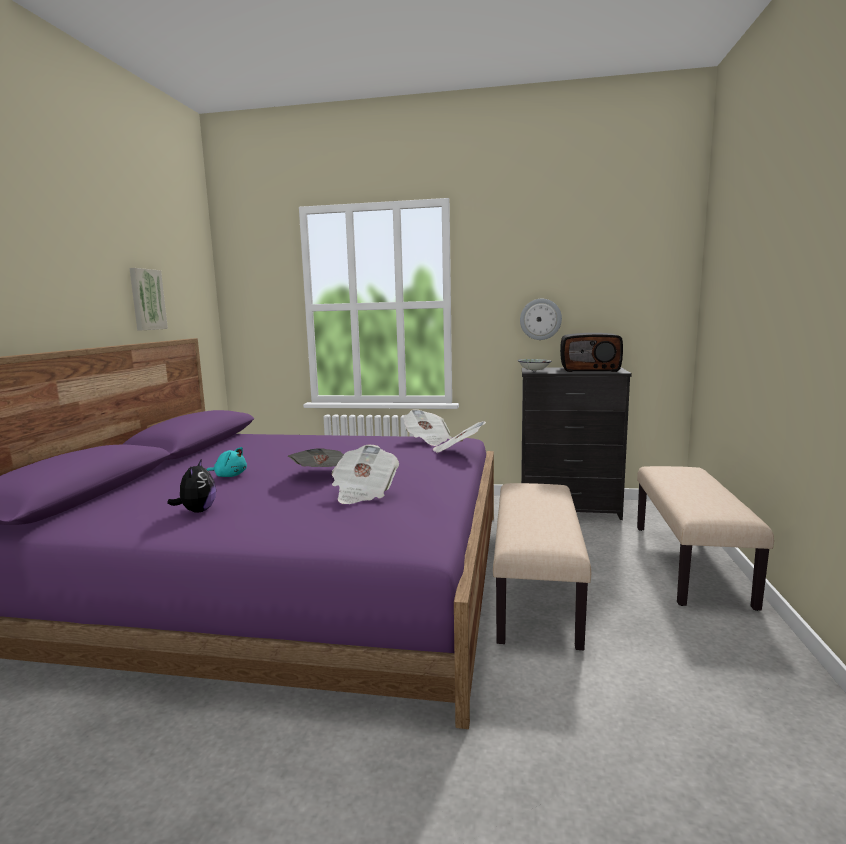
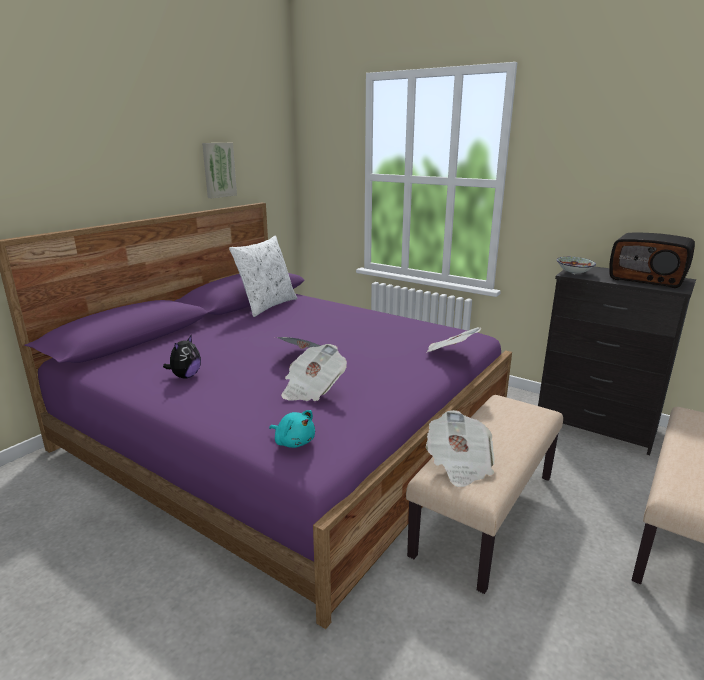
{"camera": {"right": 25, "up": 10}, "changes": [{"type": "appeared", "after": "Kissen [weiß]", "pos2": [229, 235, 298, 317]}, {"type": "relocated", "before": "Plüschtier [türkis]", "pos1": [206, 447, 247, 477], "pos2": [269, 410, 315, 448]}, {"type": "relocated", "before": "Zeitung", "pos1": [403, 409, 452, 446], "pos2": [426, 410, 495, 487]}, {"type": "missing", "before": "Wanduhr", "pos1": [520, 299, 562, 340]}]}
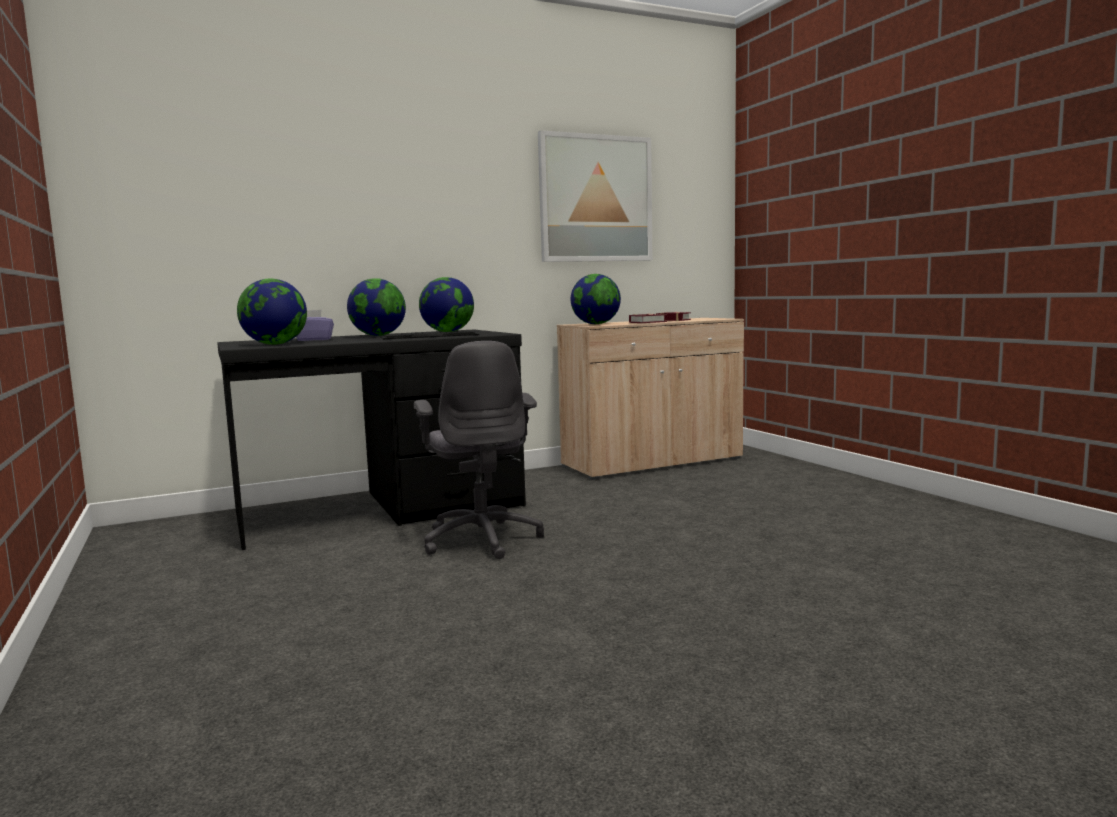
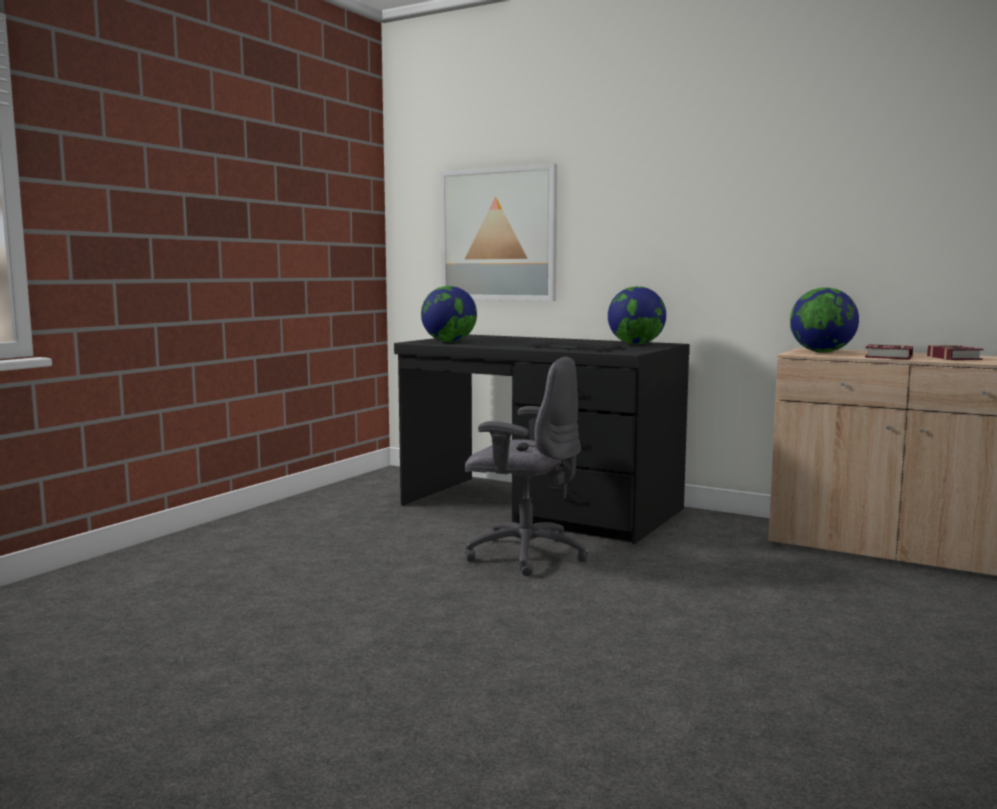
{"camera": {"right": 55, "up": 0}, "changes": [{"type": "relocated", "before": "Bild", "pos1": [538, 130, 652, 262], "pos2": [440, 163, 557, 301]}, {"type": "spun", "before": "Bürostuhl [grau]", "pos1": [414, 341, 544, 559], "pos2": [465, 357, 588, 576], "turn": -105}, {"type": "missing", "before": "Taschentuchbox [lila]", "pos1": [296, 310, 334, 341]}, {"type": "missing", "before": "Globus", "pos1": [347, 278, 406, 336]}]}
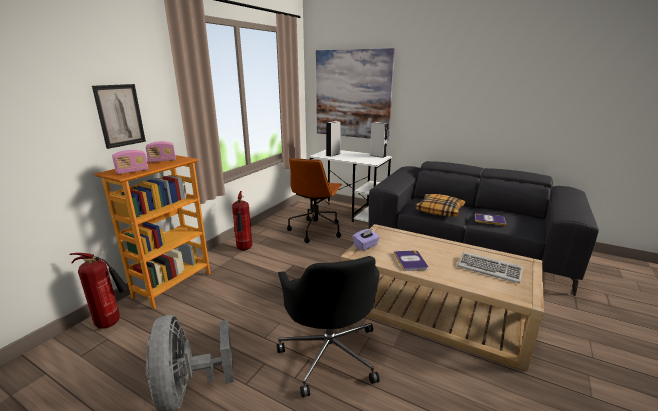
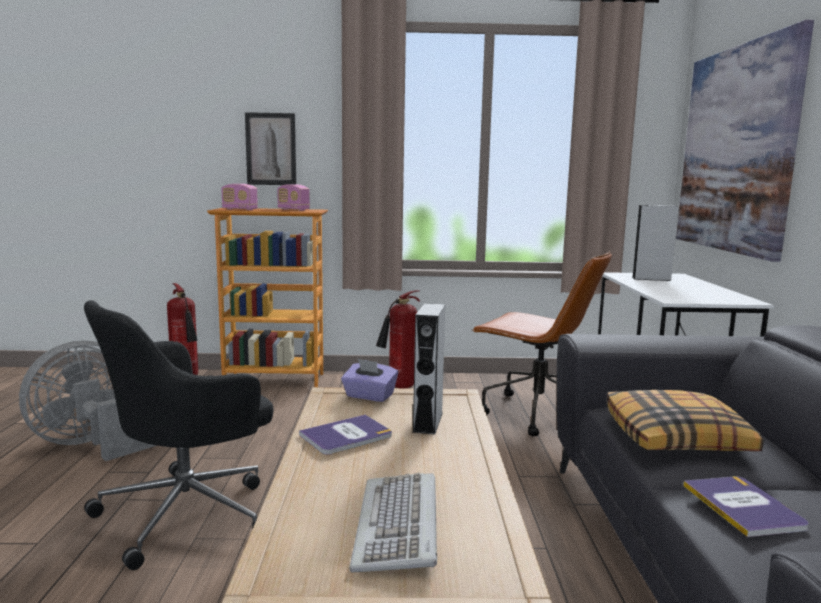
{"camera": {"right": 60, "up": -10}, "changes": [{"type": "relocated", "before": "Lautsprecher [grau]", "pos1": [370, 122, 388, 158], "pos2": [413, 303, 445, 434]}, {"type": "spun", "before": "Bürostuhl [braun]", "pos1": [287, 158, 342, 243], "pos2": [472, 251, 612, 437], "turn": -135}]}
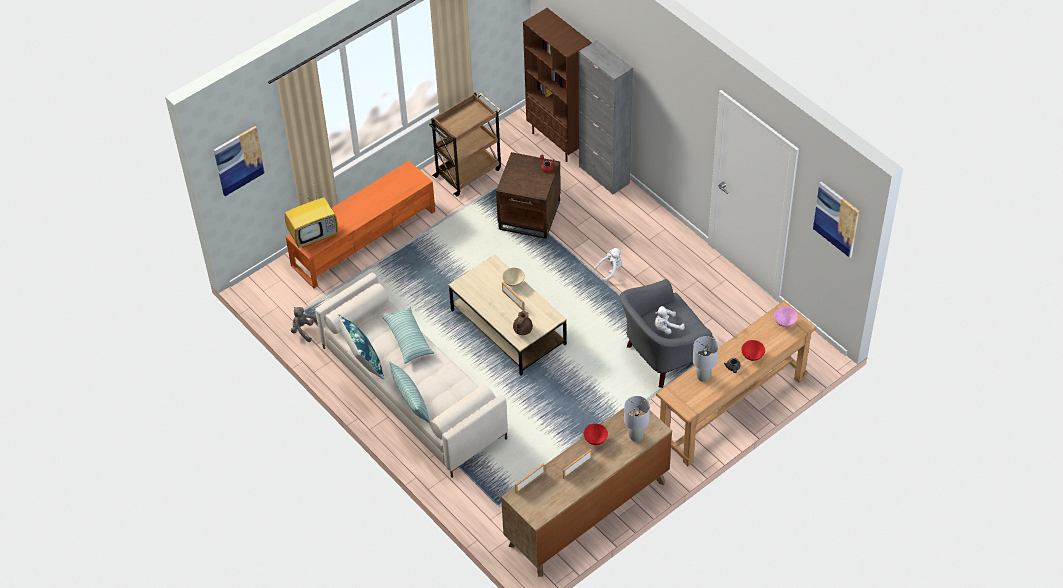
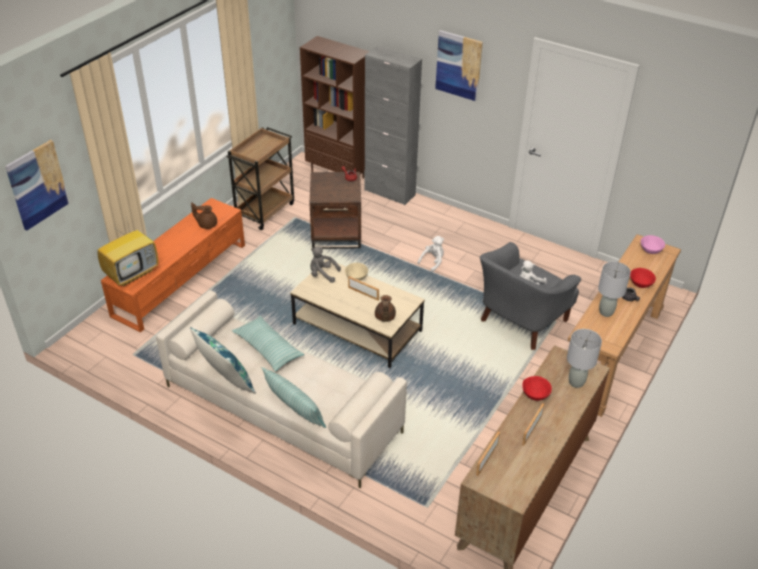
{"camera": {"right": -20, "up": -10}, "changes": [{"type": "appeared", "after": "Teekanne [braun]", "pos2": [191, 202, 217, 229]}, {"type": "relocated", "before": "Plüschtier [grau]", "pos1": [291, 307, 318, 342], "pos2": [310, 247, 341, 283]}, {"type": "relocated", "before": "Bild", "pos1": [813, 182, 859, 258], "pos2": [435, 30, 483, 101]}]}
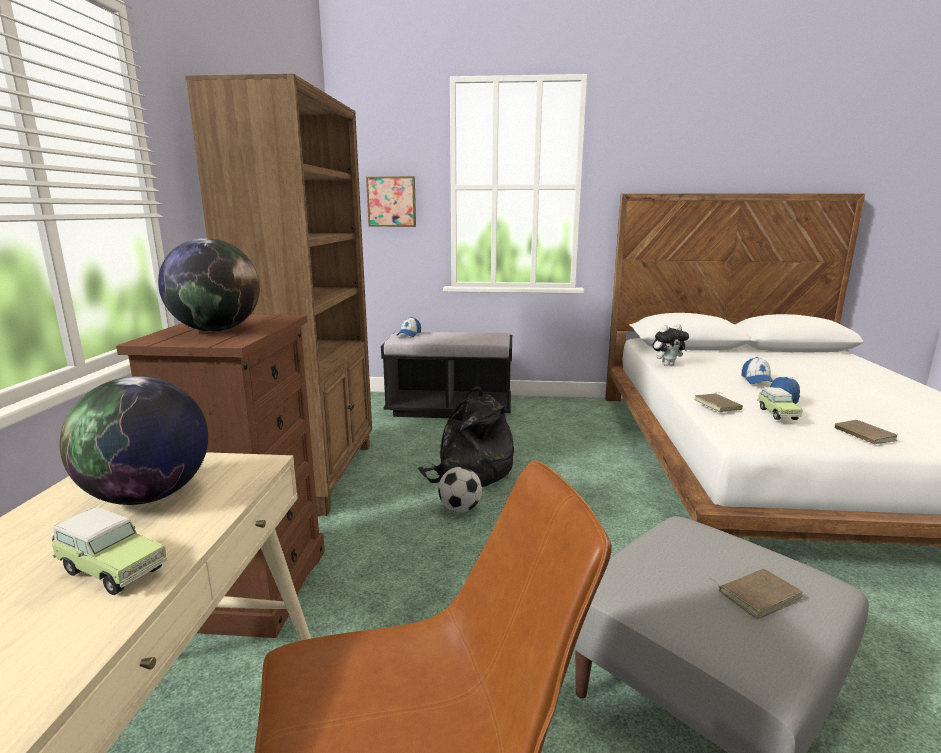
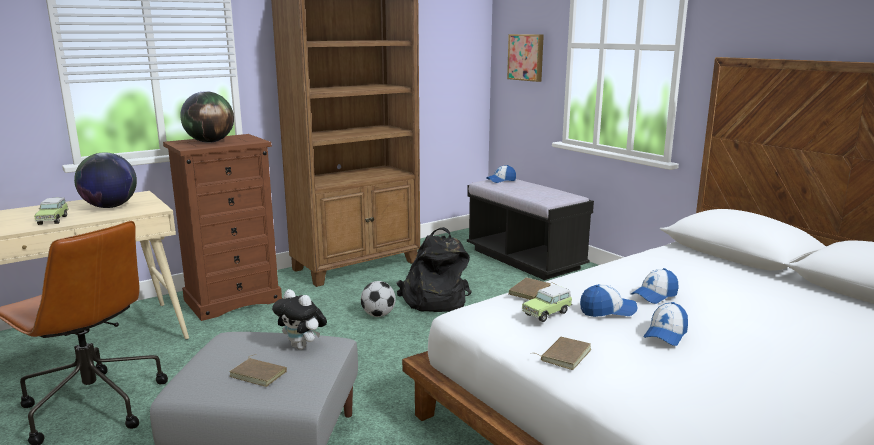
{"camera": {"right": 50, "up": 0}, "changes": [{"type": "relocated", "before": "Plüschtier", "pos1": [653, 324, 689, 366], "pos2": [272, 289, 327, 350]}, {"type": "appeared", "after": "Kappe", "pos2": [643, 302, 688, 346]}]}
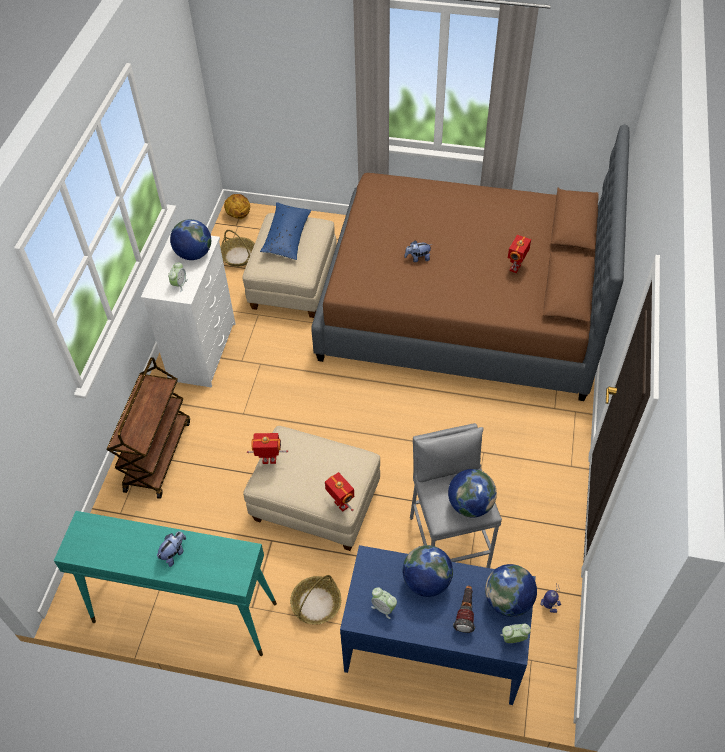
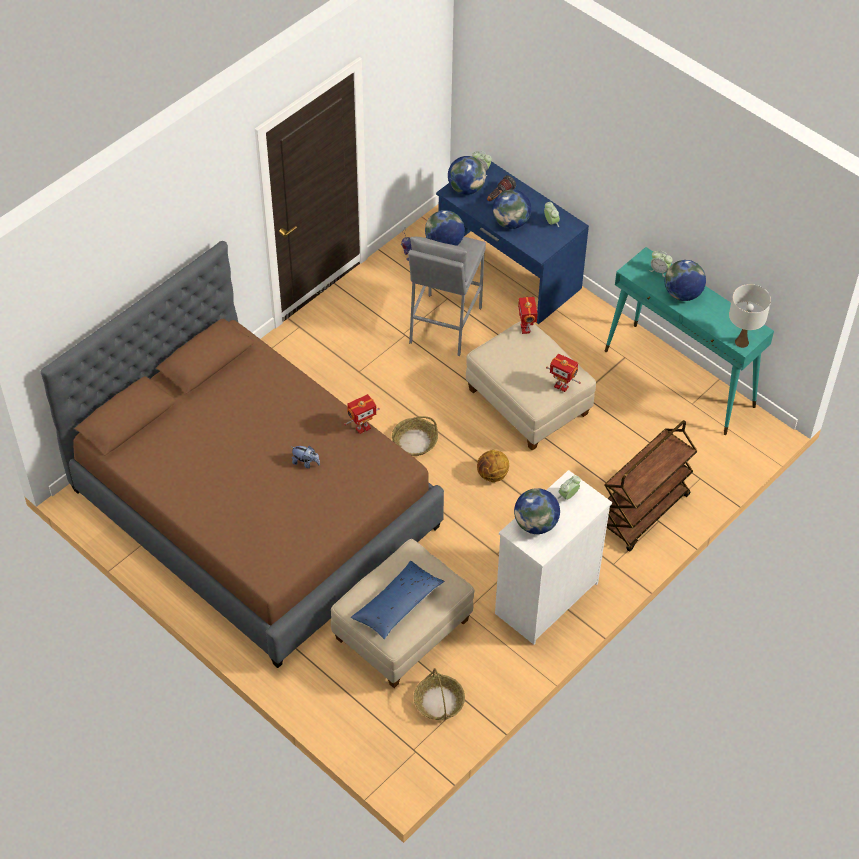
{"camera": {"right": -150, "up": 0}, "changes": [{"type": "relocated", "before": "Spielzeugroboter", "pos1": [508, 235, 531, 273], "pos2": [344, 394, 380, 434]}, {"type": "relocated", "before": "Korb", "pos1": [290, 575, 341, 625], "pos2": [392, 416, 438, 456]}, {"type": "relocated", "before": "Basketball", "pos1": [224, 194, 250, 219], "pos2": [477, 450, 509, 482]}, {"type": "appeared", "after": "Wecker", "pos2": [649, 251, 672, 277]}, {"type": "exchanged", "before": "Plüschtier", "after": "Globus", "pos1": [157, 531, 186, 567], "pos2": [665, 260, 706, 301]}, {"type": "appeared", "after": "Tischlampe [weiß]", "pos2": [729, 284, 771, 348]}]}
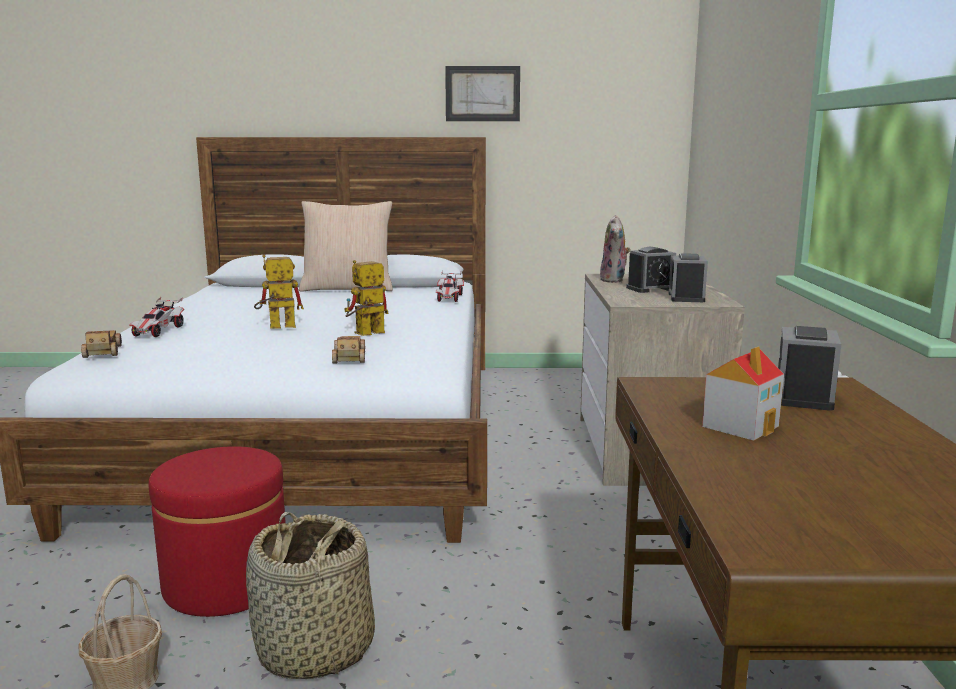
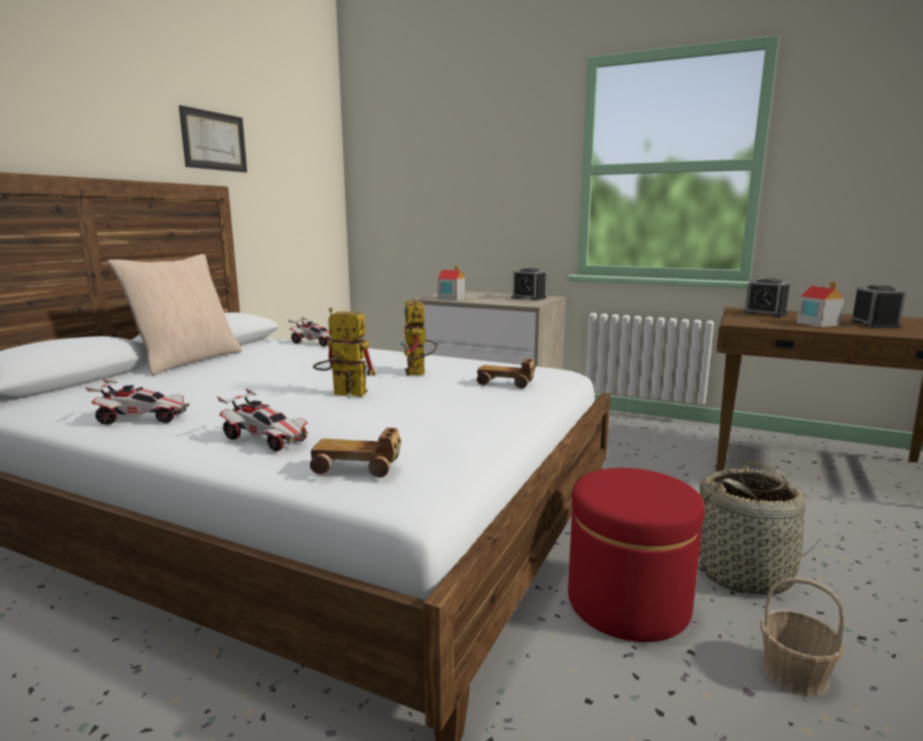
{"camera": {"right": -65, "up": 0}, "changes": [{"type": "appeared", "after": "Spielzeugauto", "pos2": [85, 379, 189, 424]}, {"type": "spun", "before": "Spielzeugroboter", "pos1": [254, 255, 304, 329], "pos2": [313, 308, 376, 397], "turn": 90}, {"type": "exchanged", "before": "Plüschtier", "after": "Spielzeughaus", "pos1": [600, 215, 631, 283], "pos2": [437, 266, 465, 301]}, {"type": "relocated", "before": "Wecker", "pos1": [626, 247, 676, 293], "pos2": [850, 285, 906, 329]}]}
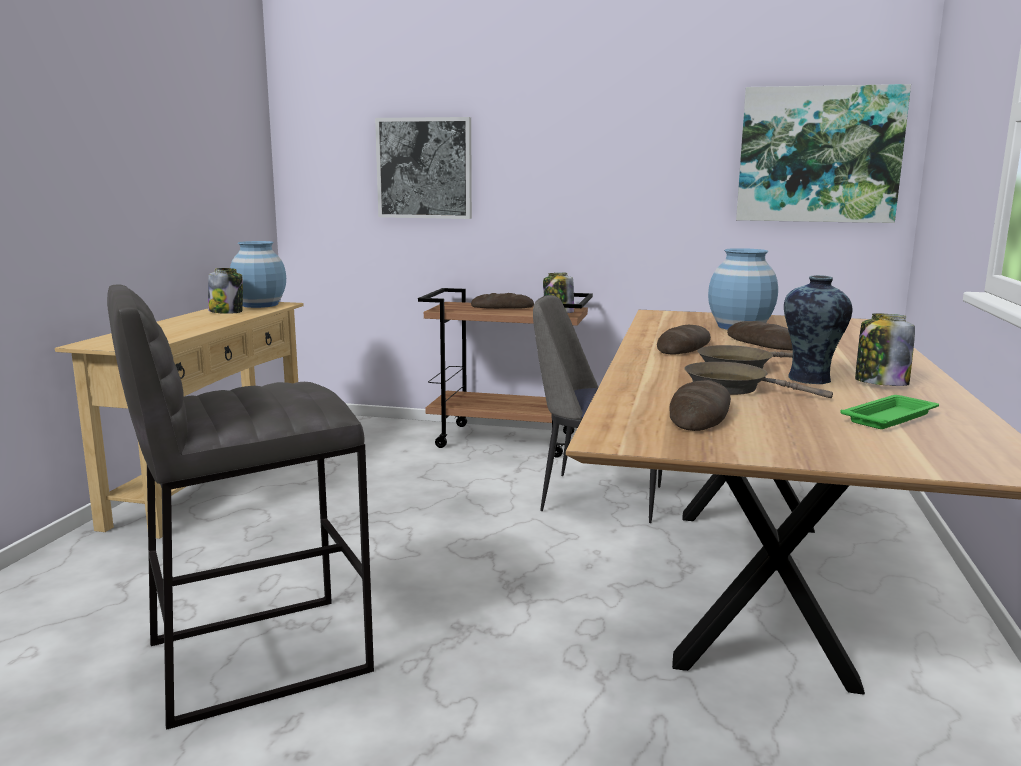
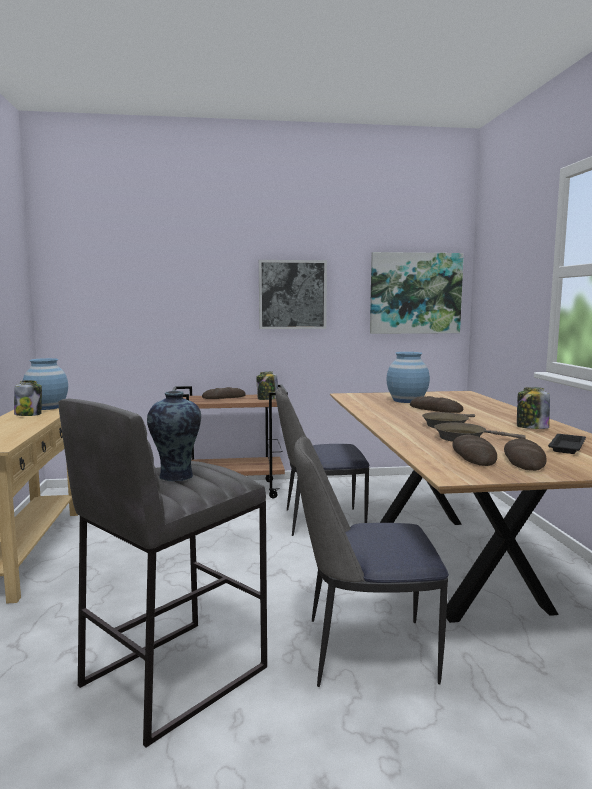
{"camera": {"right": -20, "up": -5}, "changes": [{"type": "relocated", "before": "Vase", "pos1": [784, 275, 852, 384], "pos2": [147, 391, 201, 482]}, {"type": "relocated", "before": "Bild", "pos1": [375, 117, 472, 219], "pos2": [259, 260, 327, 329]}, {"type": "appeared", "after": "Stuhl", "pos2": [294, 436, 449, 687]}, {"type": "relocated", "before": "Brot", "pos1": [657, 325, 711, 355], "pos2": [504, 438, 547, 471]}, {"type": "colour", "before": "Tablett [grün]", "after": "Tablett [schwarz]", "pos1": [840, 395, 939, 429], "pos2": [548, 434, 586, 454]}]}
